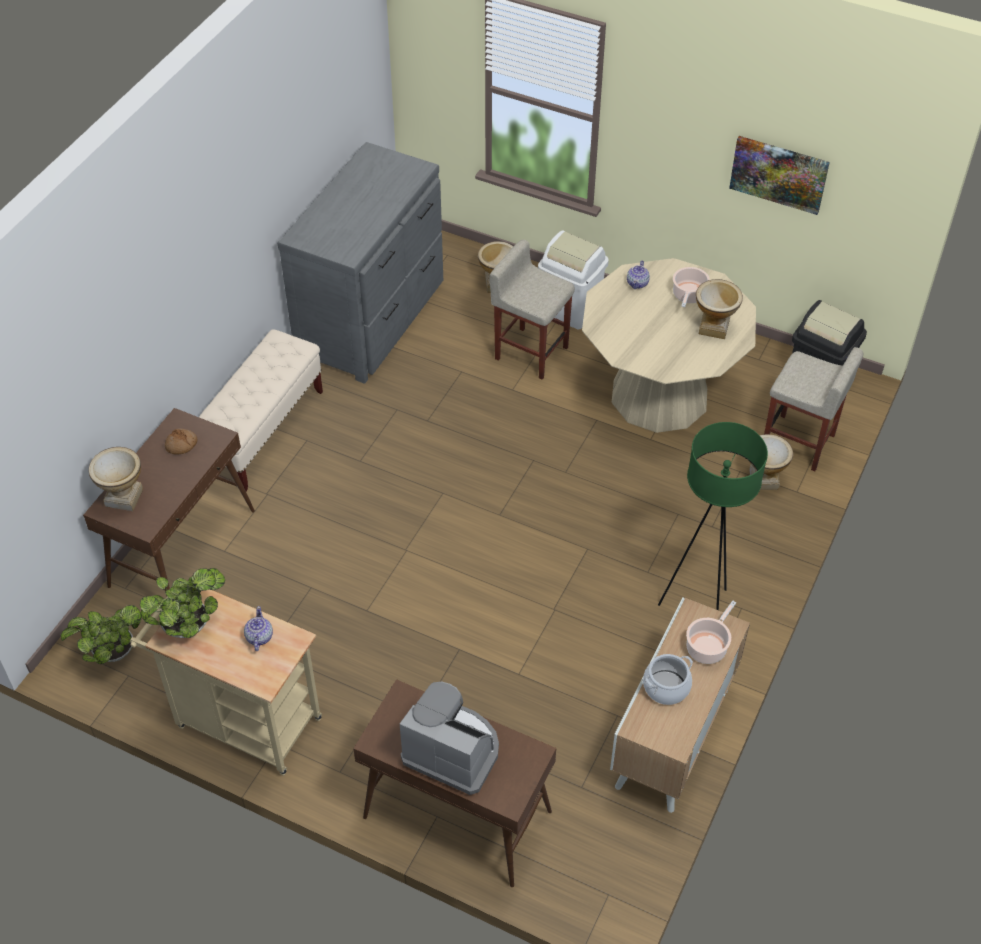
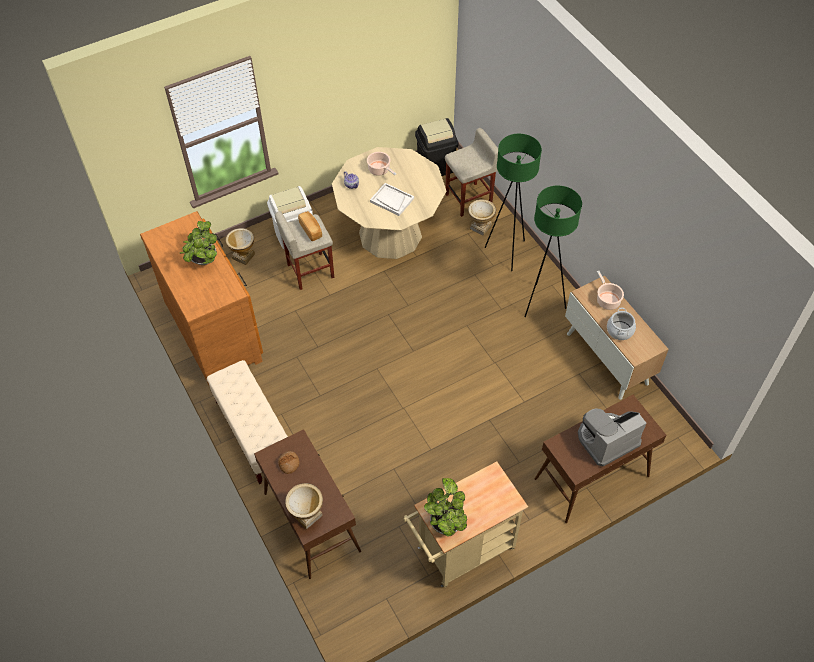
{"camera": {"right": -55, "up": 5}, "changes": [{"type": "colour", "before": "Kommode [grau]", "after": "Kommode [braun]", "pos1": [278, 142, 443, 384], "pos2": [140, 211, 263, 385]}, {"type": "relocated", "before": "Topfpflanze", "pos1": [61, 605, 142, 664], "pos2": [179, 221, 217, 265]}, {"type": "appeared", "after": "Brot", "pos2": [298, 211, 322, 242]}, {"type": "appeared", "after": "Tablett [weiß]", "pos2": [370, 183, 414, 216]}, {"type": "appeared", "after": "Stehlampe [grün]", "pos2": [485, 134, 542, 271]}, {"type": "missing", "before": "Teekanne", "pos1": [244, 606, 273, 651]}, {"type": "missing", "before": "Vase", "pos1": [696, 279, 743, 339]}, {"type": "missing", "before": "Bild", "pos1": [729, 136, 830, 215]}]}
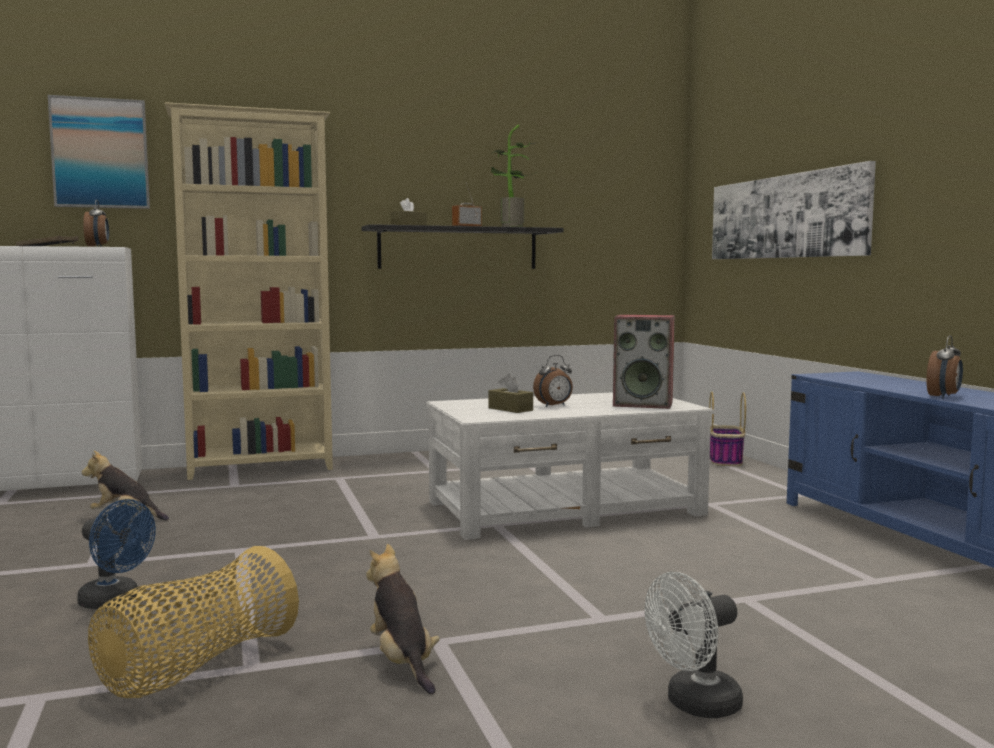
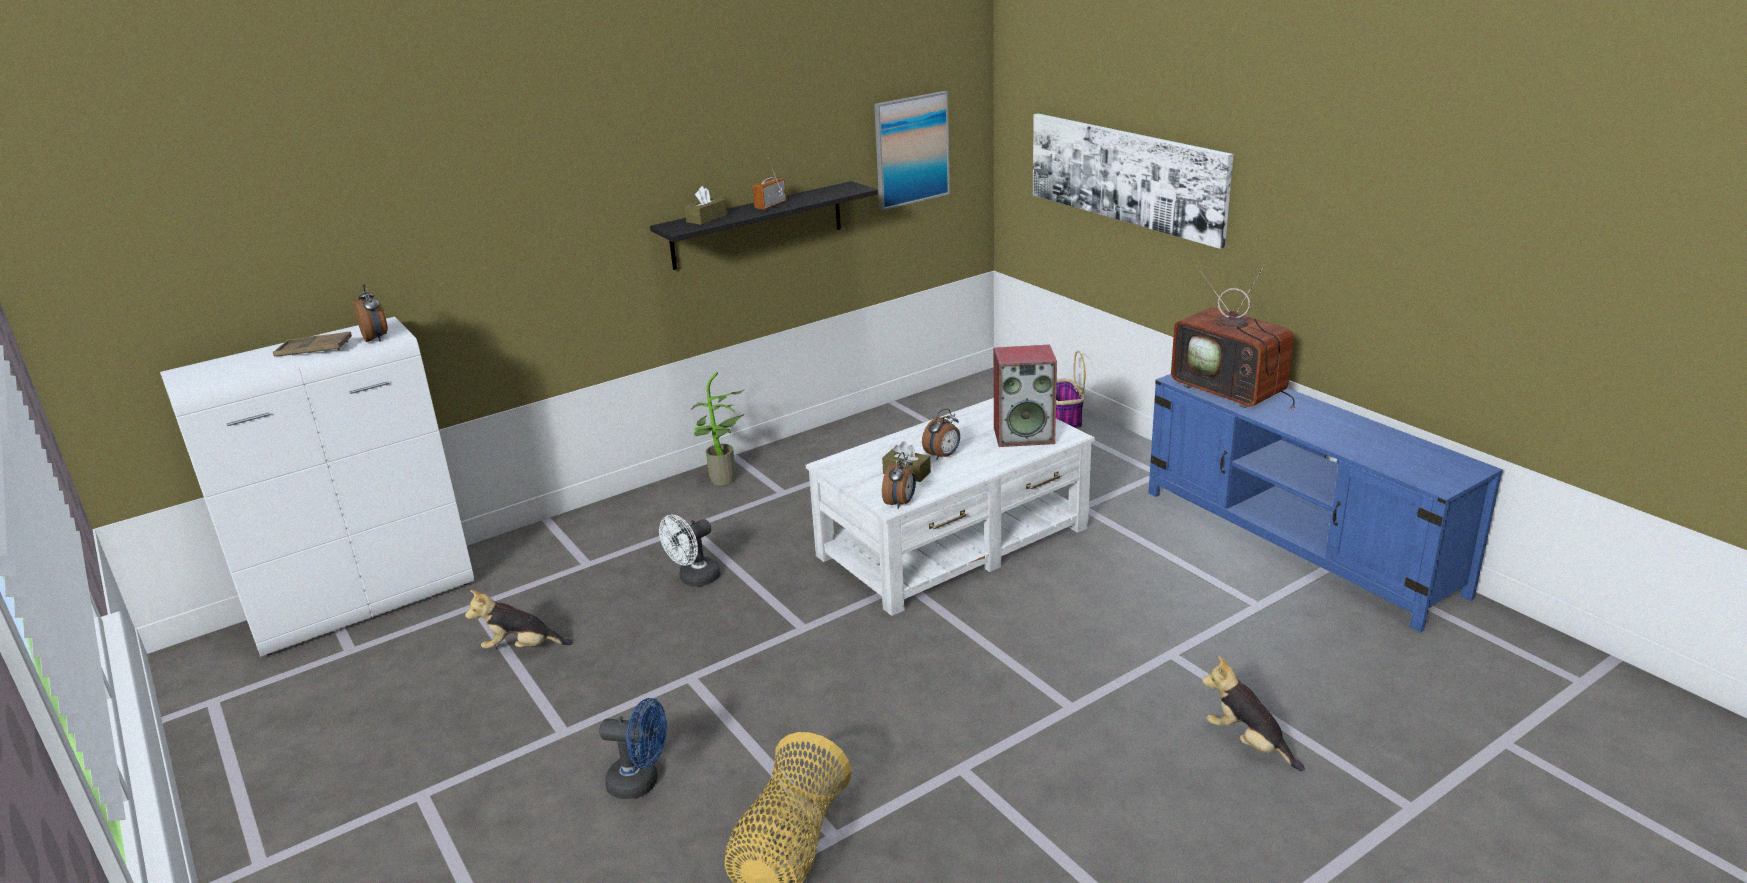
{"camera": {"right": -15, "up": 20}, "changes": [{"type": "relocated", "before": "Ventilator [weiß]", "pos1": [645, 572, 743, 718], "pos2": [659, 515, 721, 586]}, {"type": "relocated", "before": "Topfpflanze", "pos1": [491, 125, 538, 227], "pos2": [690, 371, 745, 485]}, {"type": "relocated", "before": "Bild", "pos1": [48, 95, 150, 209], "pos2": [874, 91, 950, 210]}, {"type": "relocated", "before": "Wecker", "pos1": [926, 336, 963, 398], "pos2": [882, 452, 916, 509]}, {"type": "appeared", "after": "Fernseher", "pos2": [1171, 264, 1295, 410]}, {"type": "relocated", "before": "Plüschtier", "pos1": [366, 544, 440, 694], "pos2": [1202, 656, 1305, 771]}, {"type": "missing", "before": "Bücherregal [beige]", "pos1": [165, 102, 333, 480]}]}
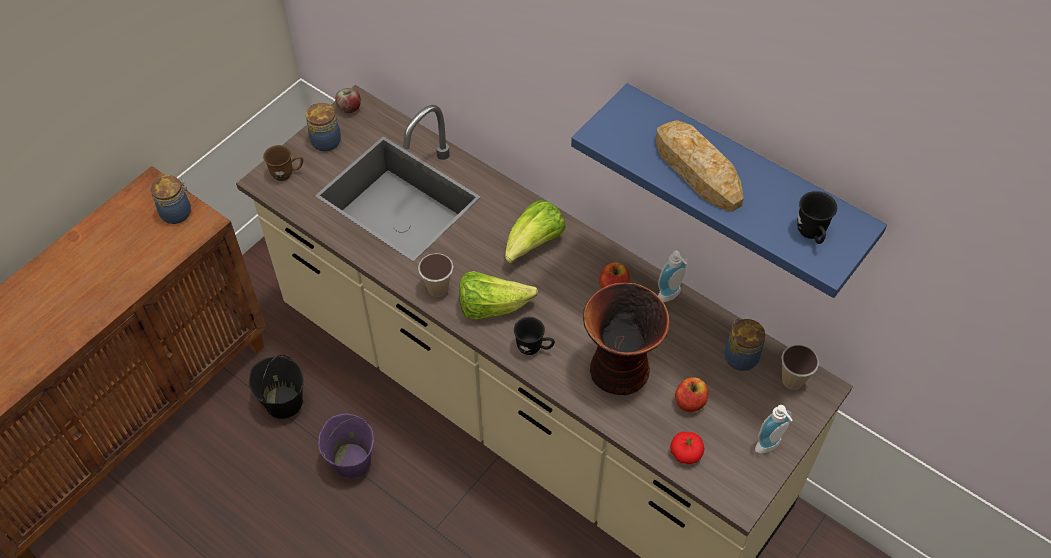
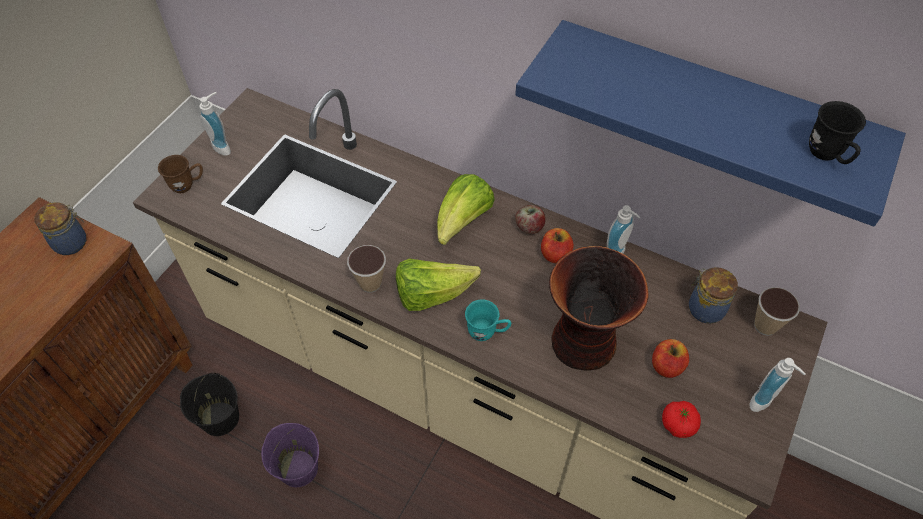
{"camera": {"right": -10, "up": 0}, "changes": [{"type": "exchanged", "before": "Vorratsglas", "after": "Seifenspender", "pos1": [306, 103, 341, 151], "pos2": [199, 92, 231, 156]}, {"type": "colour", "before": "Henkelbecher [schwarz]", "after": "Henkelbecher [türkis]", "pos1": [514, 317, 555, 355], "pos2": [465, 299, 512, 341]}, {"type": "relocated", "before": "Apfel", "pos1": [335, 88, 361, 113], "pos2": [515, 205, 545, 234]}, {"type": "missing", "before": "Brot", "pos1": [655, 120, 744, 212]}]}
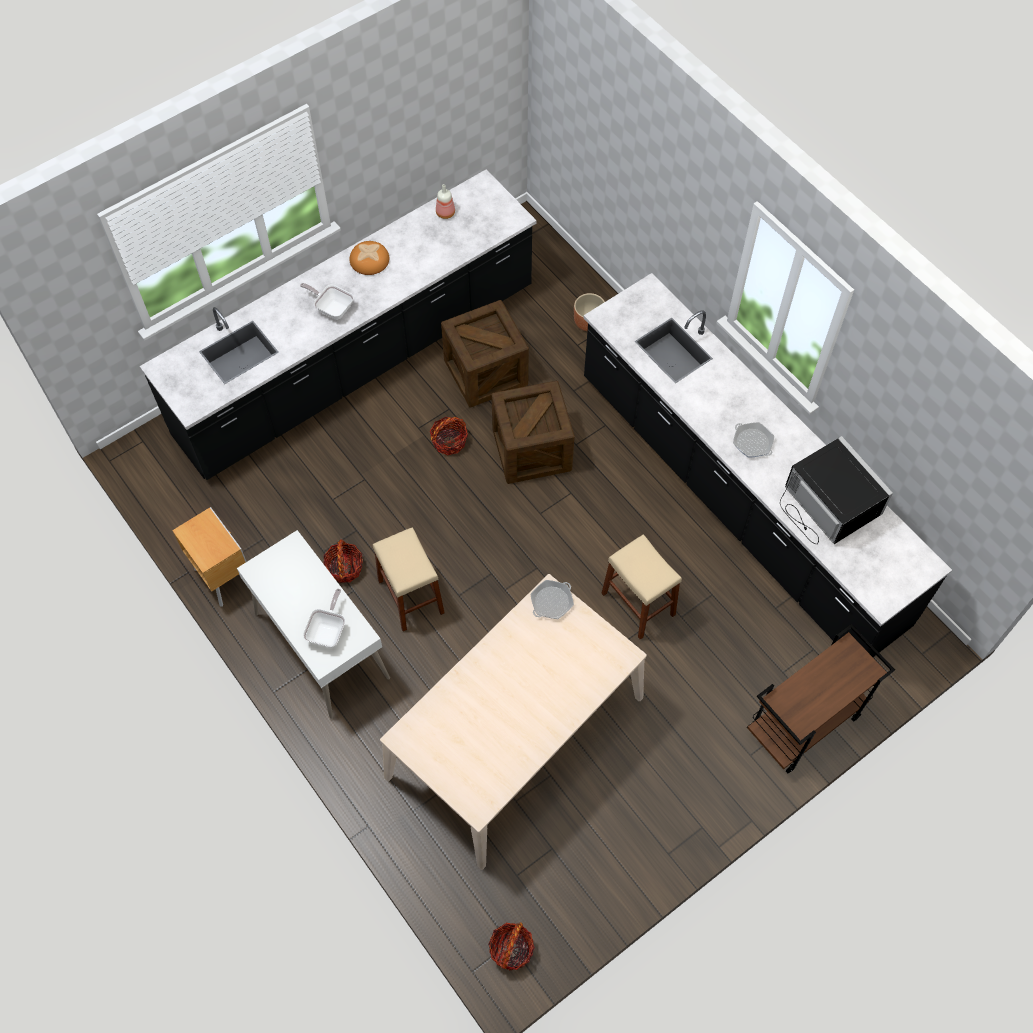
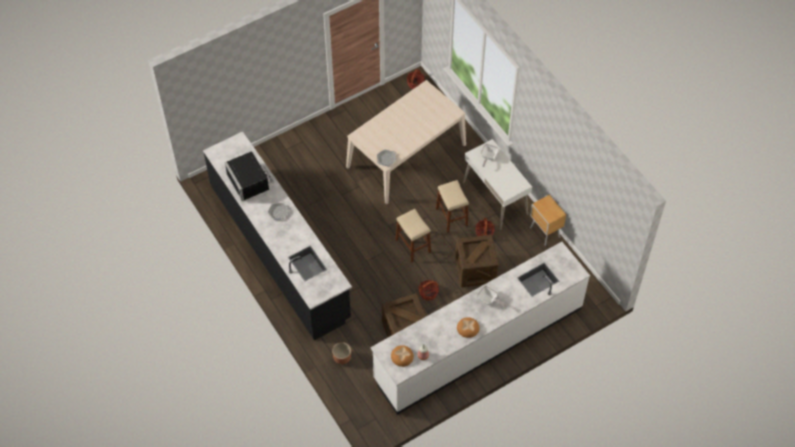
{"camera": {"right": -175, "up": -5}, "changes": [{"type": "colour", "before": "Küchenzeile [schwarz]", "after": "Küchenzeile [weiß]", "pos1": [140, 169, 537, 480], "pos2": [371, 242, 590, 415]}, {"type": "appeared", "after": "Brot", "pos2": [391, 345, 414, 367]}, {"type": "relocated", "before": "Hocker [beige]", "pos1": [601, 534, 682, 639], "pos2": [395, 209, 431, 263]}, {"type": "relocated", "before": "Kiste", "pos1": [492, 381, 575, 484], "pos2": [455, 235, 499, 287]}, {"type": "missing", "before": "Rollwagen [braun]", "pos1": [747, 624, 895, 773]}]}
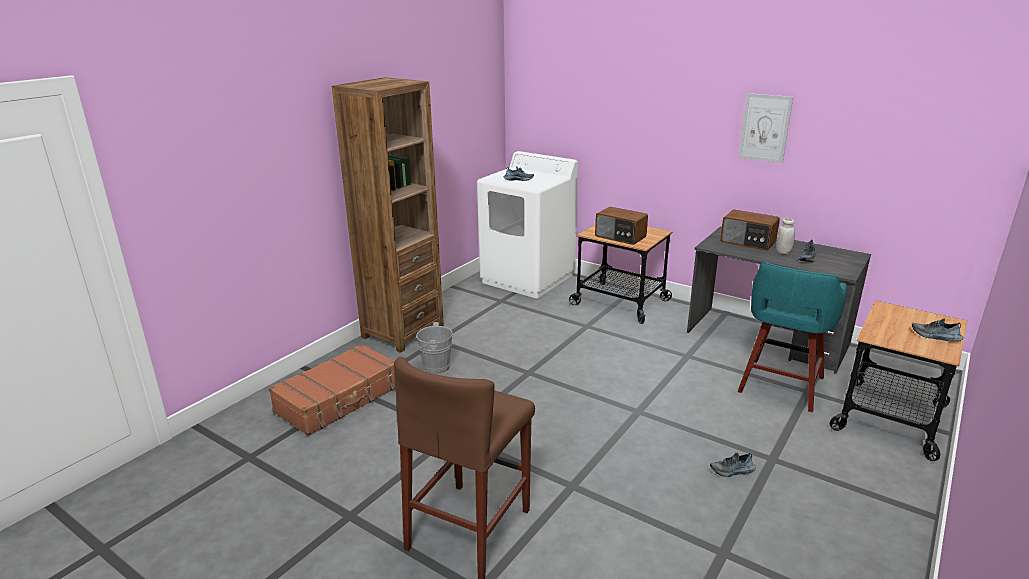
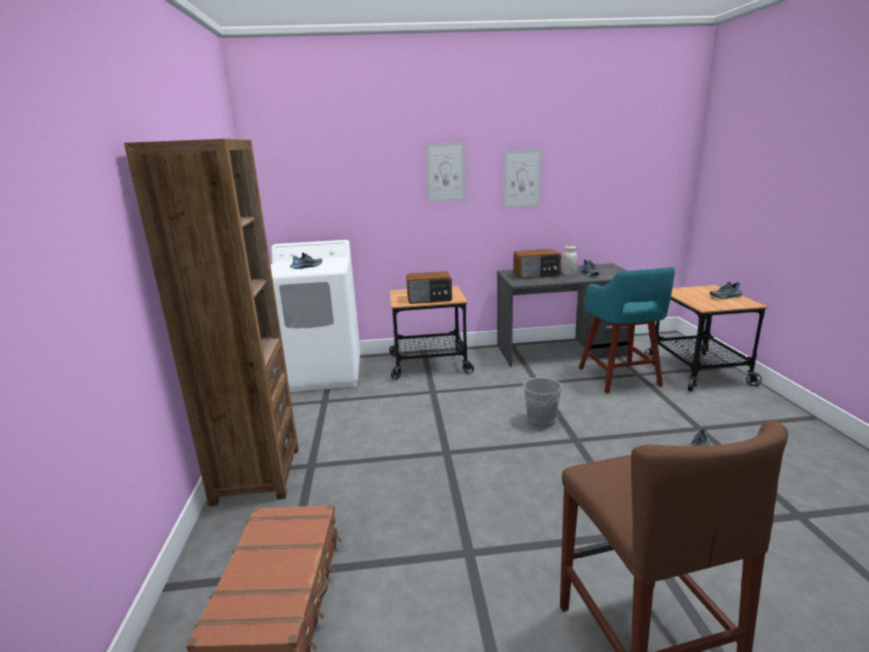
{"camera": {"right": -40, "up": -5}, "changes": [{"type": "appeared", "after": "Bild", "pos2": [426, 142, 466, 202]}, {"type": "relocated", "before": "Eimer [grau]", "pos1": [411, 322, 453, 375], "pos2": [517, 376, 562, 428]}]}
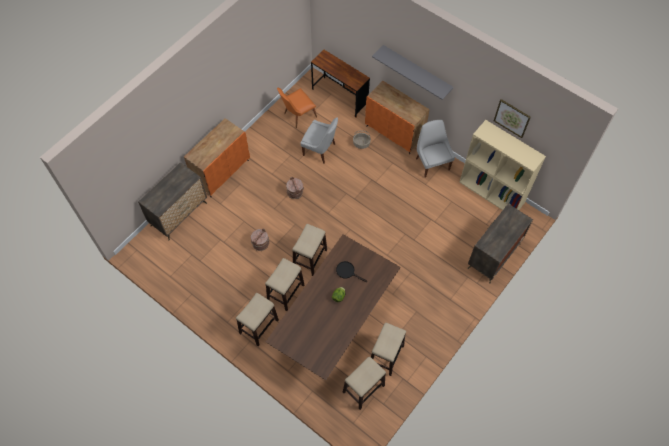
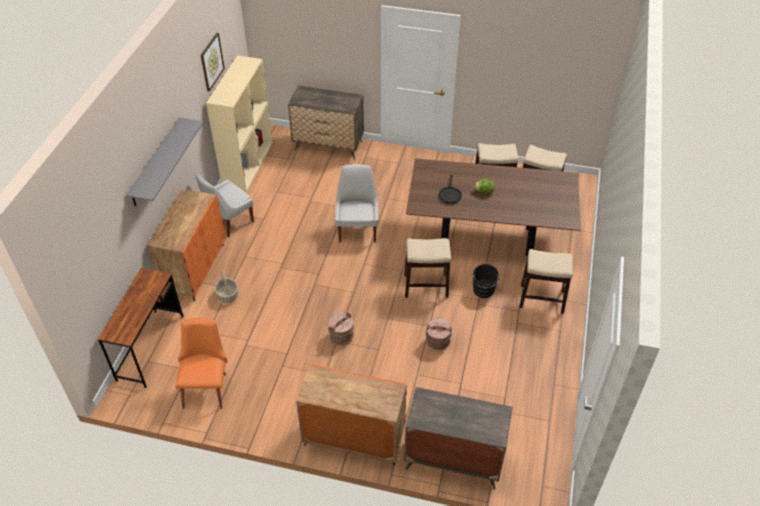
{"camera": {"right": -115, "up": -15}, "changes": [{"type": "spun", "before": "Stuhl [orange]", "pos1": [277, 87, 317, 128], "pos2": [175, 318, 227, 409], "turn": -120}, {"type": "relocated", "before": "Stuhl [weiß]", "pos1": [301, 117, 338, 164], "pos2": [335, 164, 378, 243]}, {"type": "exchanged", "before": "Hocker", "after": "Eimer [schwarz]", "pos1": [265, 258, 304, 311], "pos2": [472, 264, 499, 298]}]}
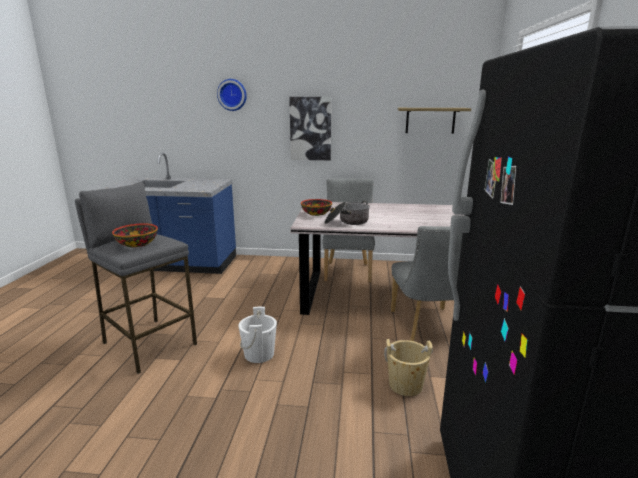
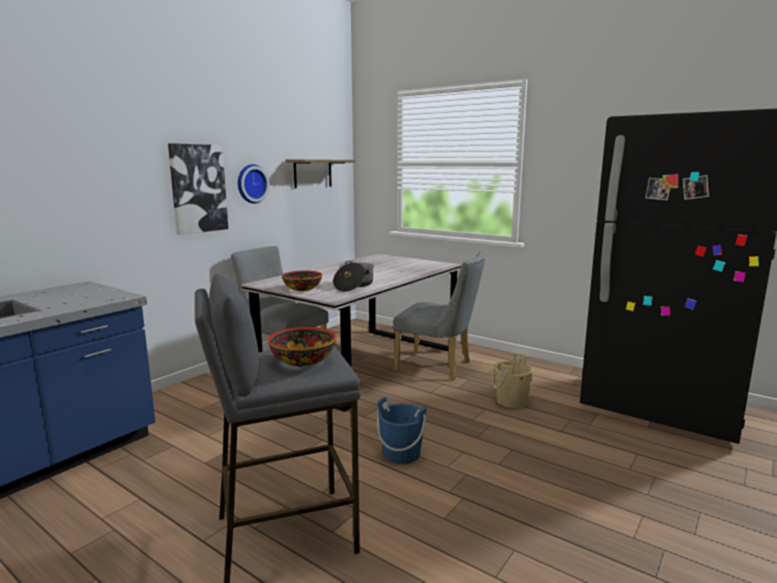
{"camera": {"right": -60, "up": -5}, "changes": [{"type": "relocated", "before": "Wanduhr", "pos1": [217, 79, 247, 111], "pos2": [238, 164, 269, 204]}, {"type": "colour", "before": "Eimer [weiß]", "after": "Eimer [blau]", "pos1": [238, 307, 277, 363], "pos2": [377, 397, 427, 464]}]}
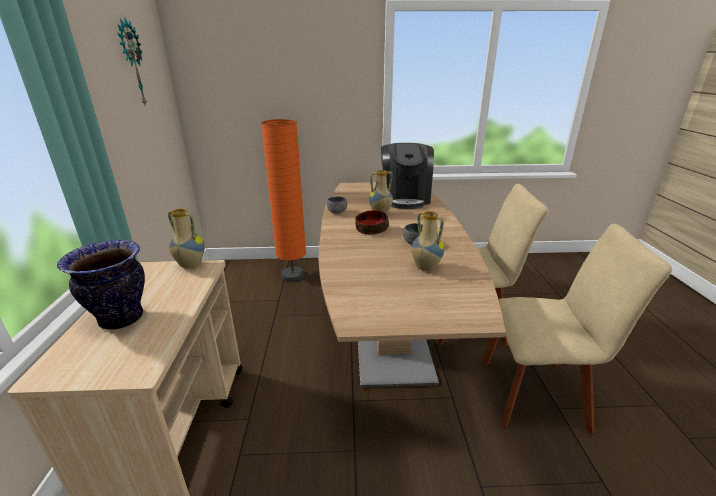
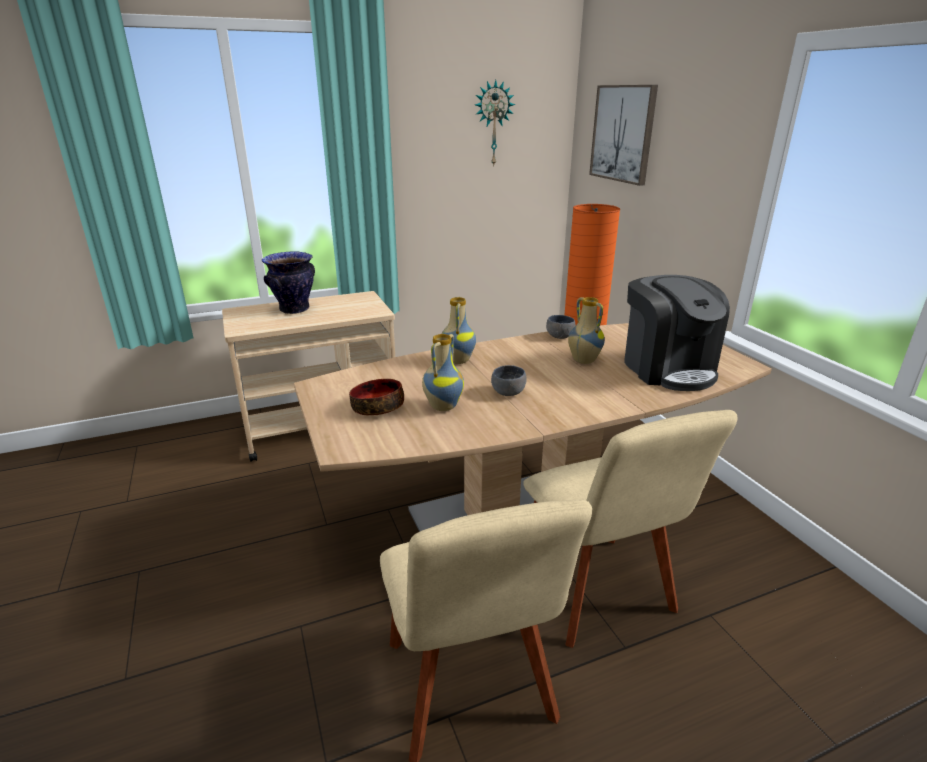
{"camera": {"right": 70, "up": 0}, "changes": [{"type": "relocated", "before": "Schüssel", "pos1": [355, 210, 389, 235], "pos2": [349, 379, 404, 416]}, {"type": "relocated", "before": "Vase", "pos1": [168, 209, 205, 269], "pos2": [442, 297, 476, 364]}, {"type": "appeared", "after": "Bild", "pos2": [589, 85, 658, 186]}, {"type": "spun", "before": "Kaffeemaschine", "pos1": [381, 143, 434, 209], "pos2": [624, 275, 730, 391], "turn": -90}]}
